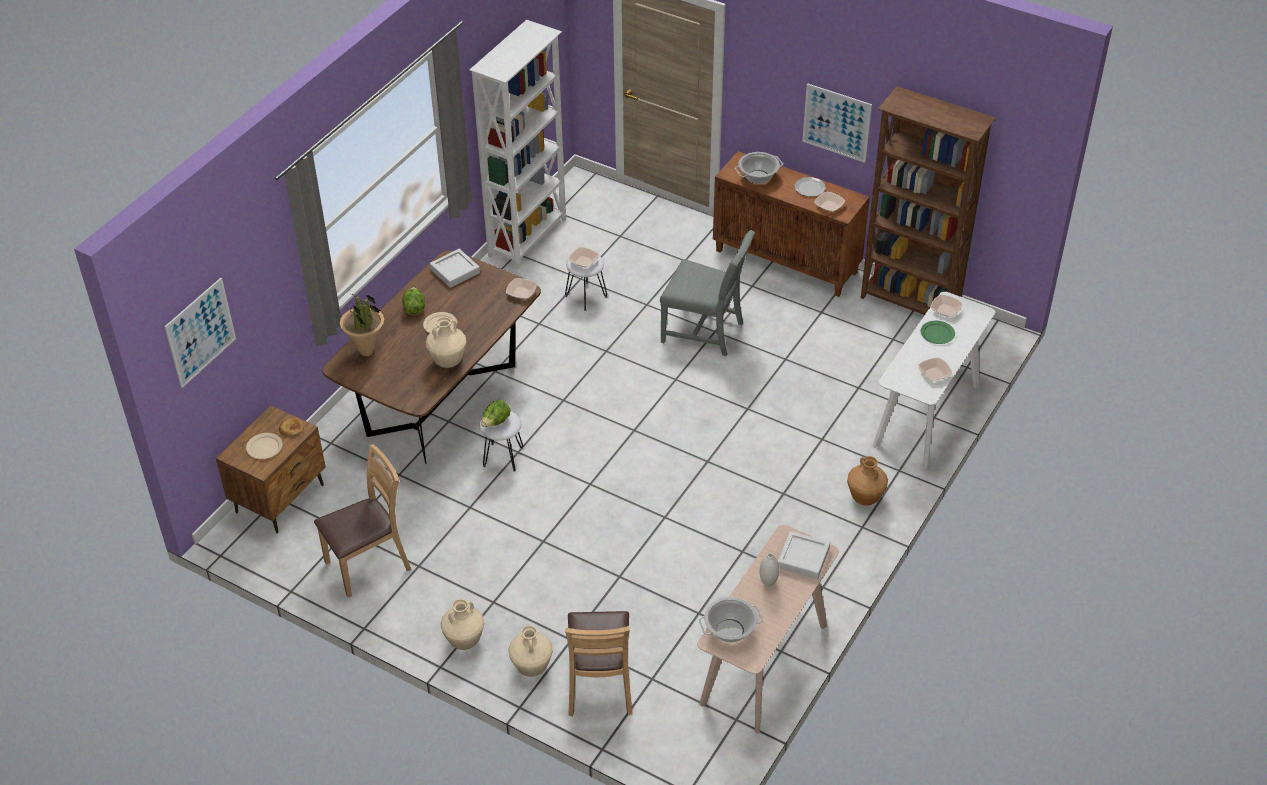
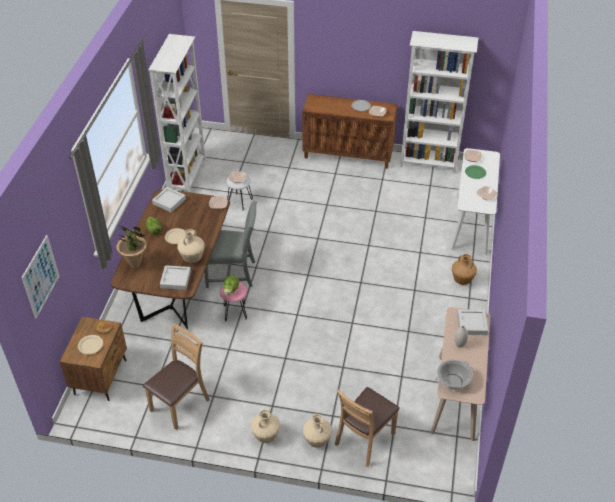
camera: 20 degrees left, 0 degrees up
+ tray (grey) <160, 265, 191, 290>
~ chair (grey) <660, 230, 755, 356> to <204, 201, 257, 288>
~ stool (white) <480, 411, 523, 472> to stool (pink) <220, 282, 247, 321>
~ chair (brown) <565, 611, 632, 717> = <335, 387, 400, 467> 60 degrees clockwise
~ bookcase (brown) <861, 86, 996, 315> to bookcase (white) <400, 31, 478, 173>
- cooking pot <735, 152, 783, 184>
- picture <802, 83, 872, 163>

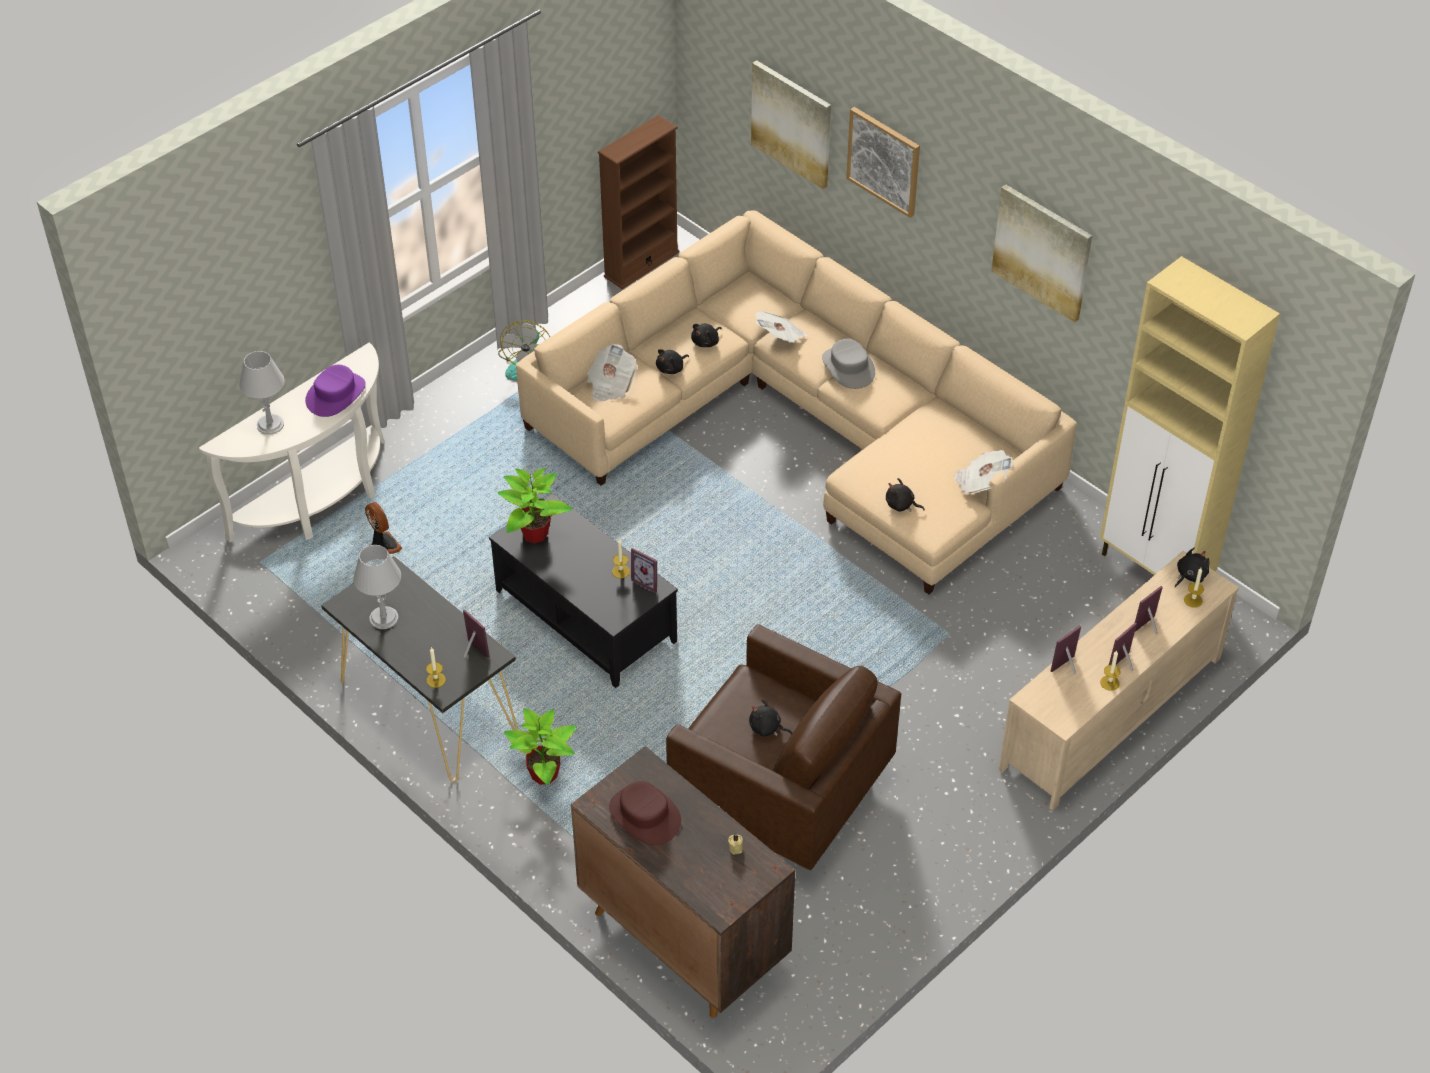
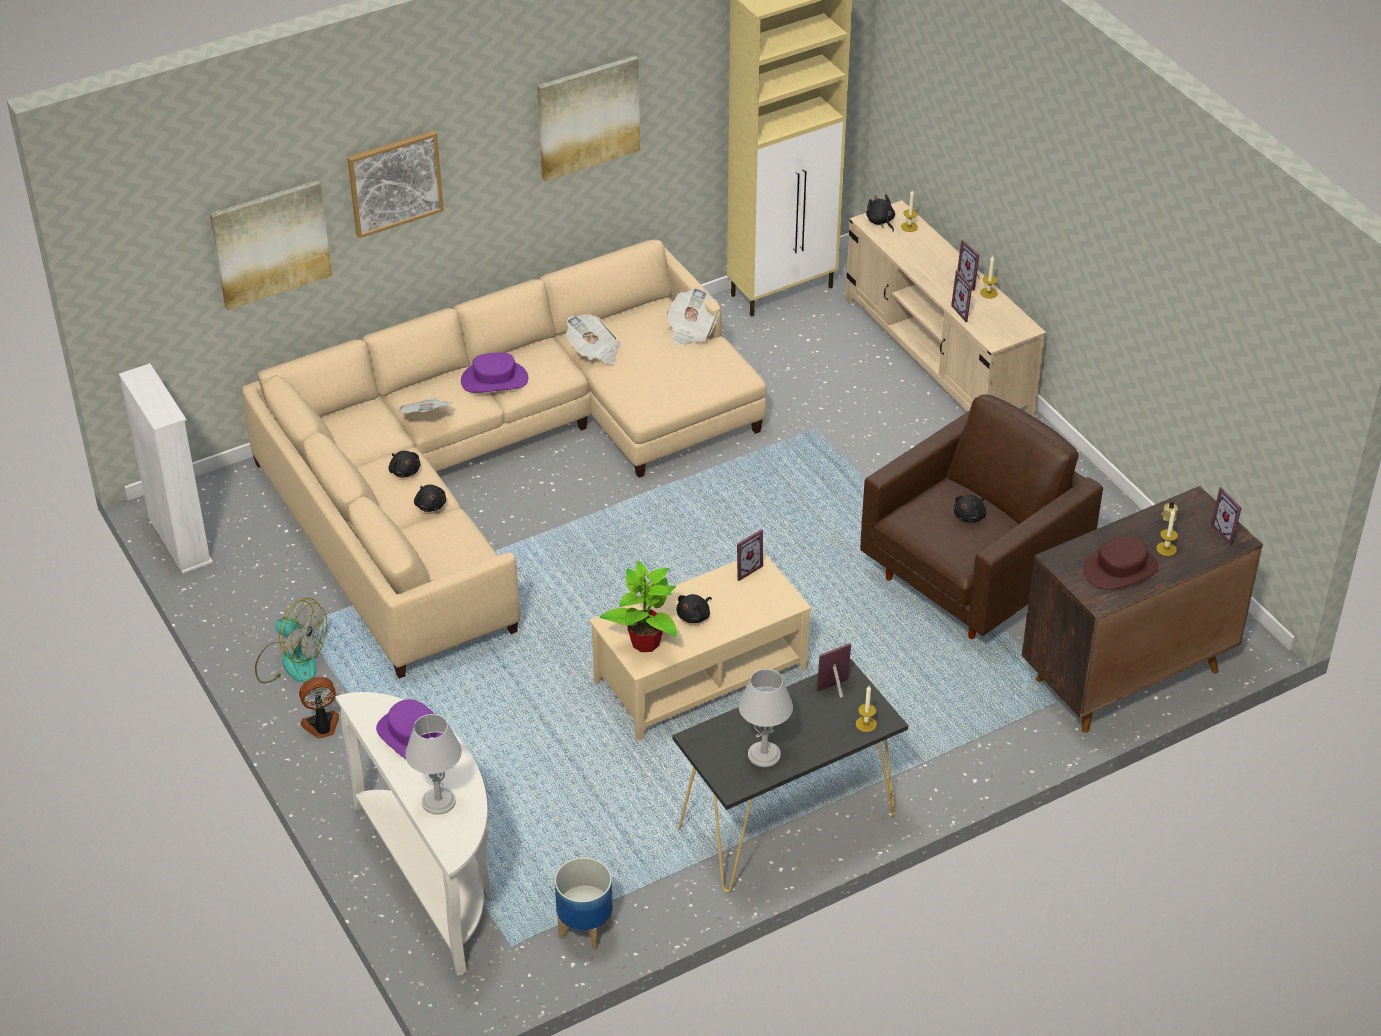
camera: 75 degrees left, 5 degrees down
~ bookcase (brown) <598, 115, 680, 289> to bookcase (white) <119, 363, 213, 574>
~ fan <365, 502, 402, 554> to <299, 677, 339, 739>
~ hat (grey) <822, 339, 875, 389> to hat (purple) <461, 352, 528, 393>
+ planter <555, 857, 613, 950>
~ newspaper <587, 344, 637, 402> to <566, 314, 620, 365>
~ coffee table (black) <489, 493, 678, 688> to coffee table (beige) <589, 552, 811, 741>
~ plush toy (black) <886, 478, 925, 512> to <676, 594, 712, 623>
~ candle <612, 539, 630, 578> to <1156, 509, 1178, 556>
~ picture frame <1135, 586, 1163, 635> to <1211, 487, 1242, 546>
- potted plant <504, 708, 577, 785>

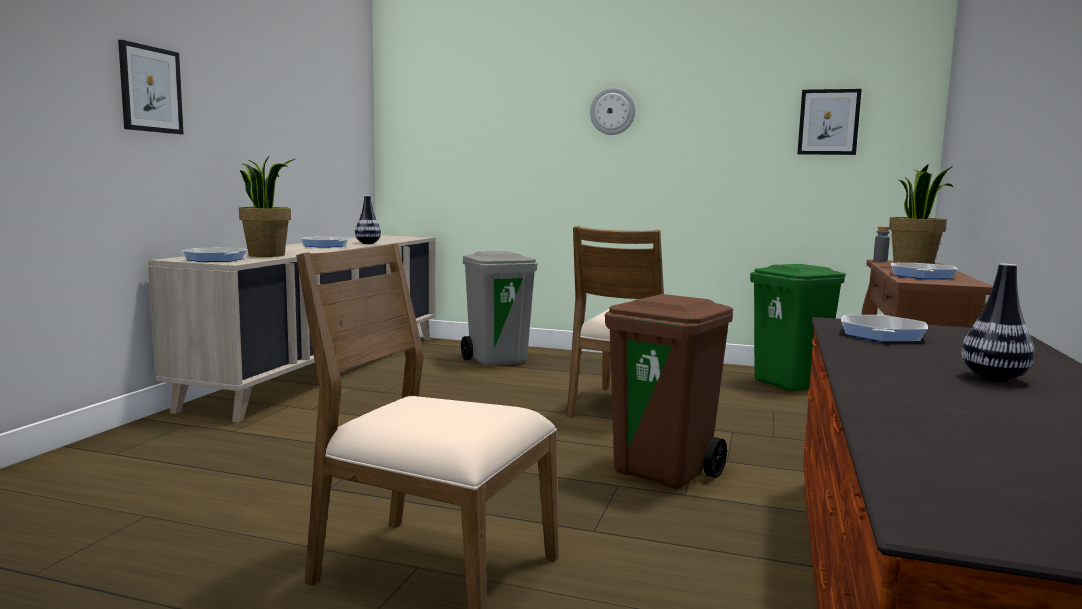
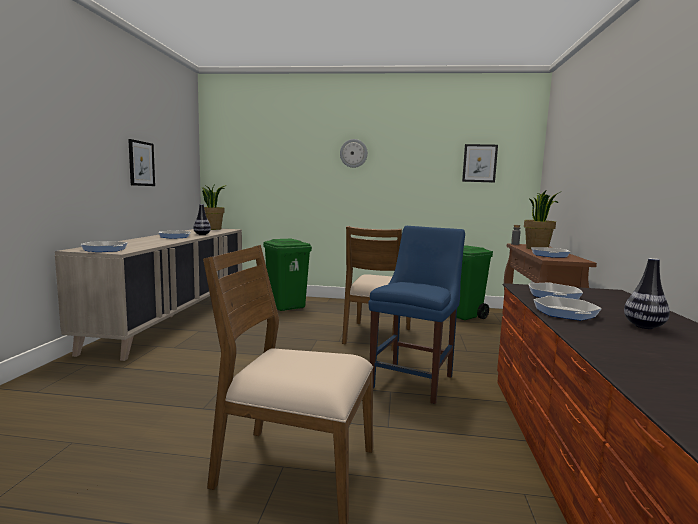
camera: 10 degrees left, 0 degrees up
~ picture <118, 40, 184, 134> to <128, 139, 155, 186>
~ potted plant <239, 156, 295, 257> to <201, 184, 227, 230>
~ trash can (grey) <461, 251, 537, 366> to trash can (green) <263, 239, 312, 311>
~ trash can (brown) <605, 294, 733, 489> to chair (blue) <368, 226, 465, 404>
+ frying pan <533, 296, 602, 321>

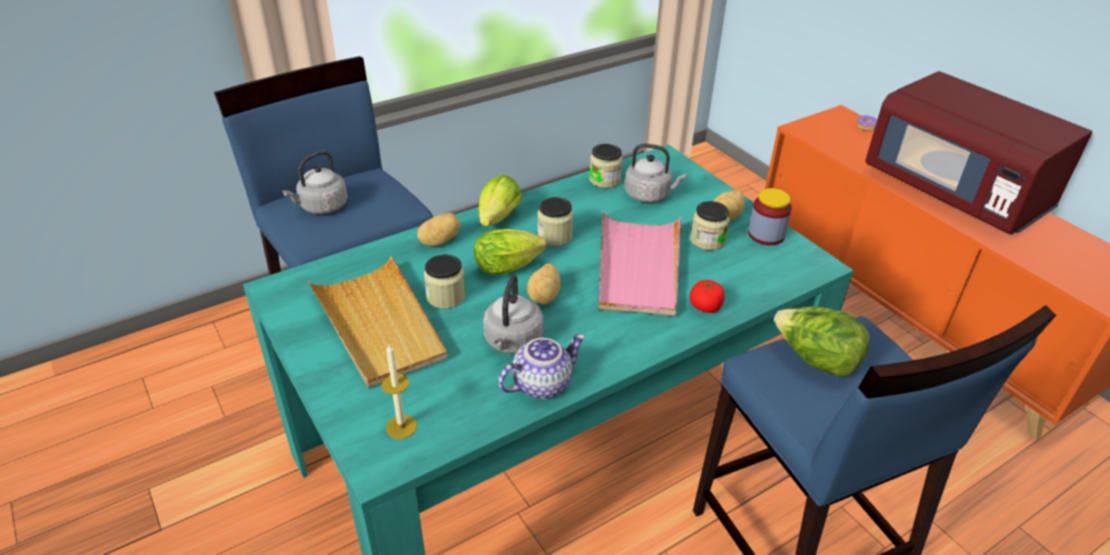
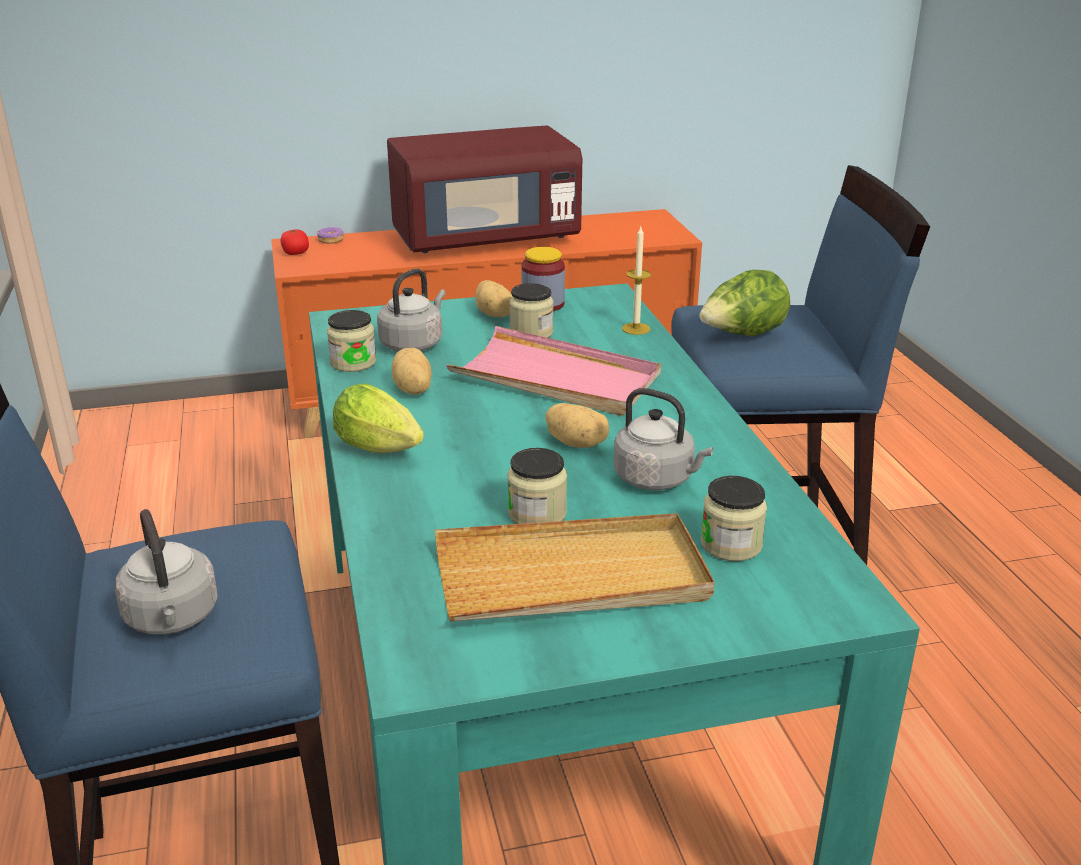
camera: 70 degrees left, 10 degrees down
~ tomato <690, 279, 724, 313> to <280, 229, 309, 255>
~ potato <417, 213, 460, 246> to <391, 348, 432, 395>
~ candle <381, 344, 417, 439> to <622, 227, 651, 335>
~ jar <537, 197, 573, 246> to <701, 476, 767, 561>
- lettuce <474, 229, 546, 275>
- teapot <498, 334, 585, 399>

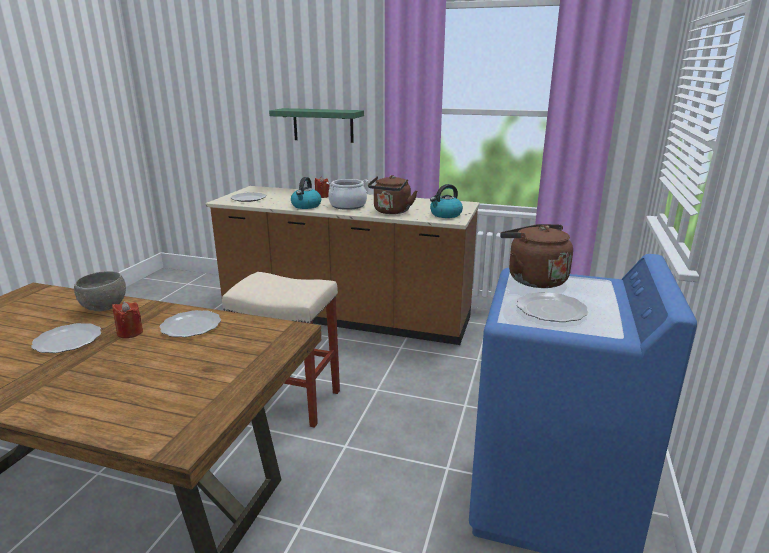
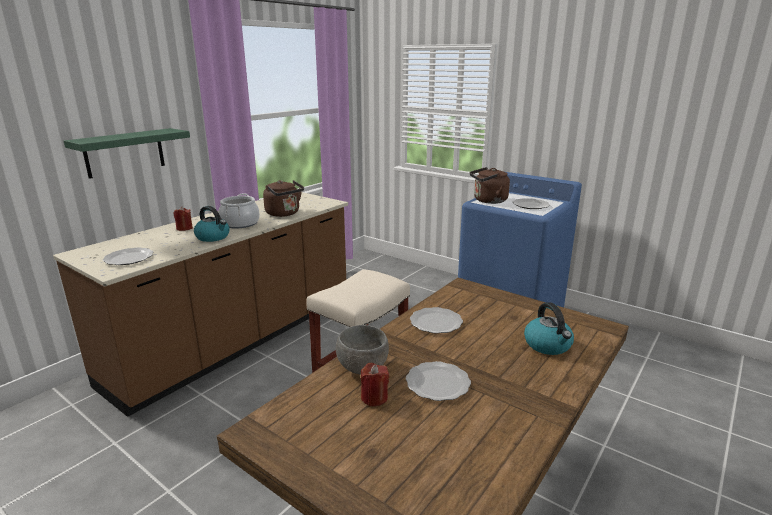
camera: 70 degrees left, 0 degrees up
~ candle (red) <112, 301, 143, 338> to <361, 363, 389, 406>
~ kettle <430, 184, 463, 218> to <524, 302, 574, 355>

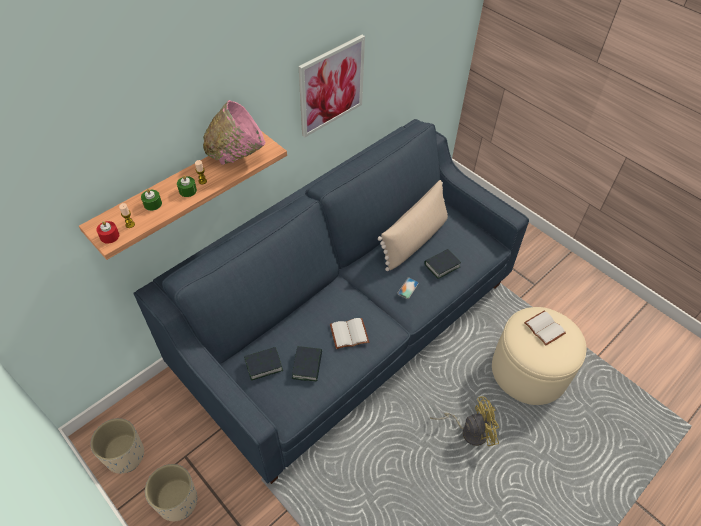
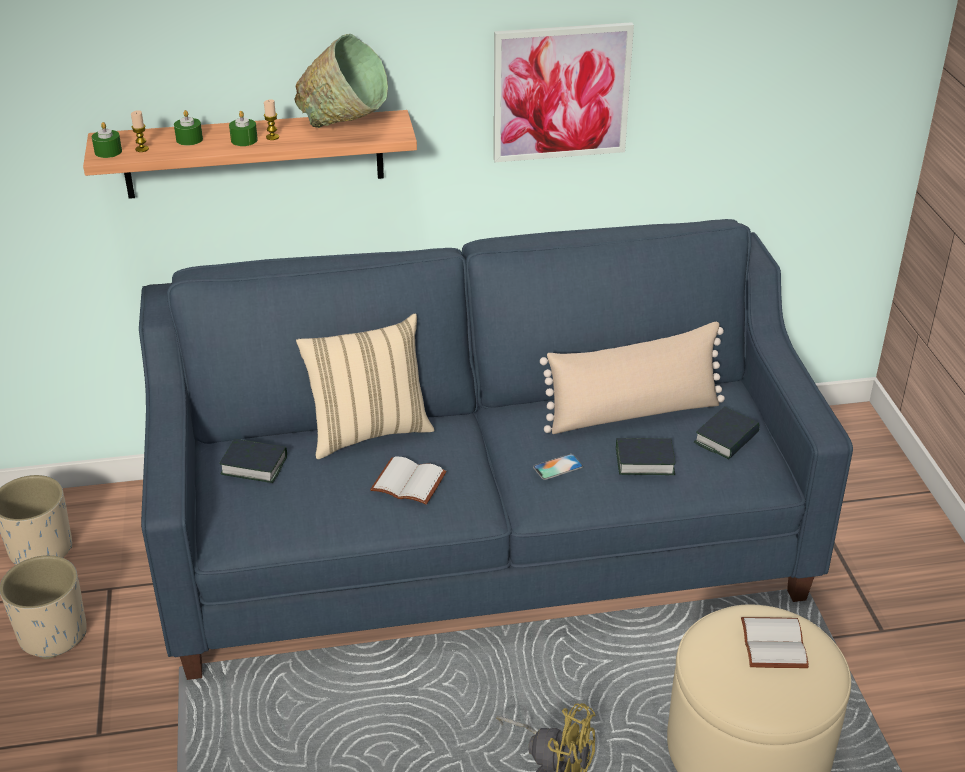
camera: 35 degrees right, 15 degrees down
~ candle (red) <96, 221, 119, 244> to candle (green) <92, 122, 122, 158>
~ bowl (pink) <203, 100, 265, 165> to bowl (green) <295, 34, 388, 128>
+ pillow (beige) <296, 314, 434, 459>
~ book <292, 346, 322, 382> to <694, 407, 760, 460>

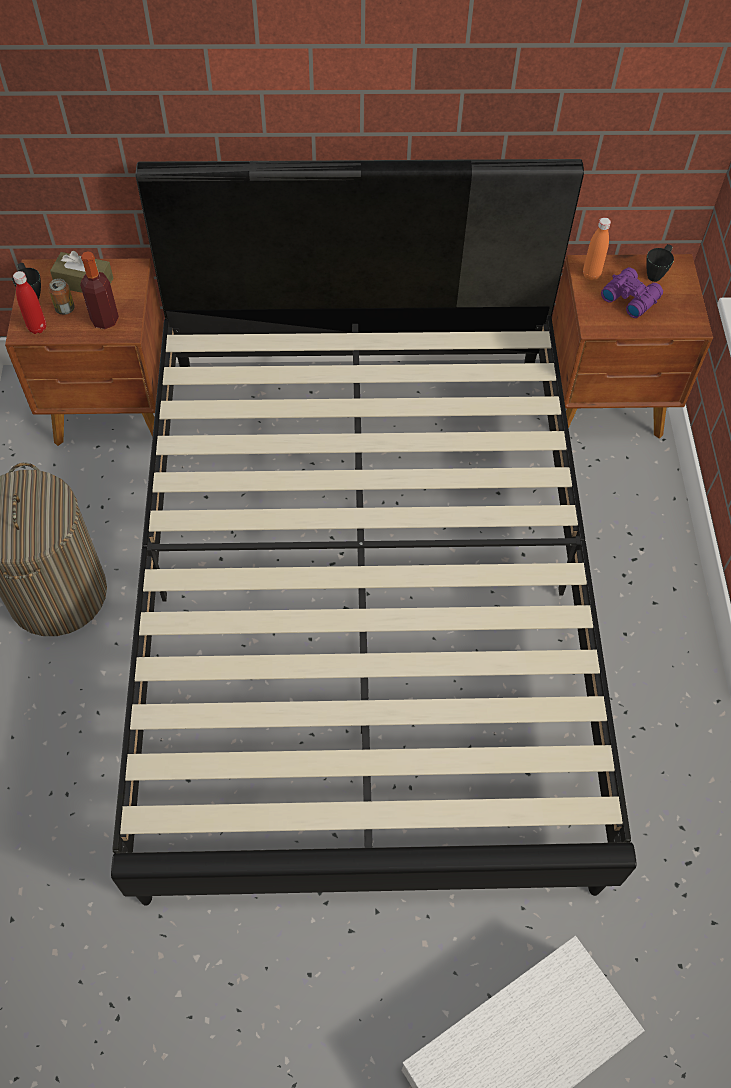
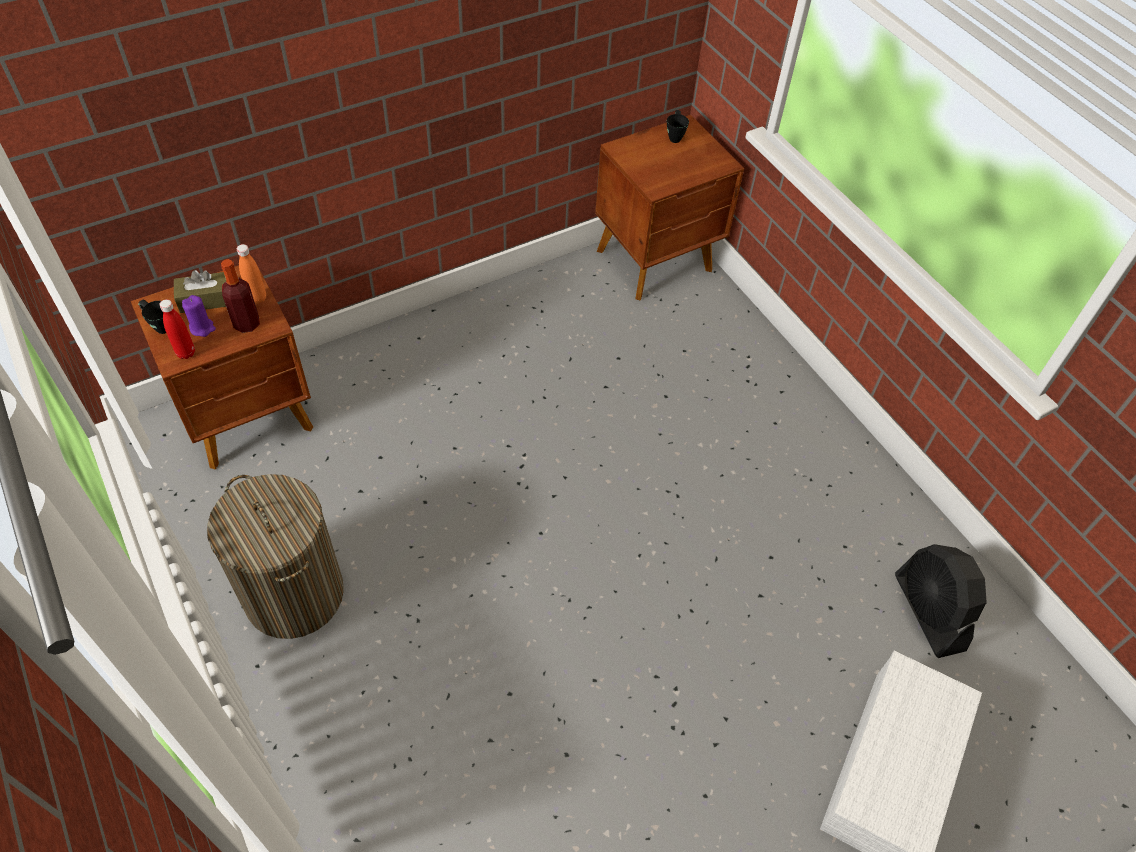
camera: 30 degrees left, 5 degrees down
~ can <49, 278, 75, 315> to candle (purple) <182, 295, 216, 337>
~ bottle (orange) <583, 217, 611, 280> to <237, 244, 266, 304>
+ fan (black) <895, 544, 987, 658>
- bed (black) <111, 159, 637, 906>
- binoculars (purple) <601, 267, 663, 318>

